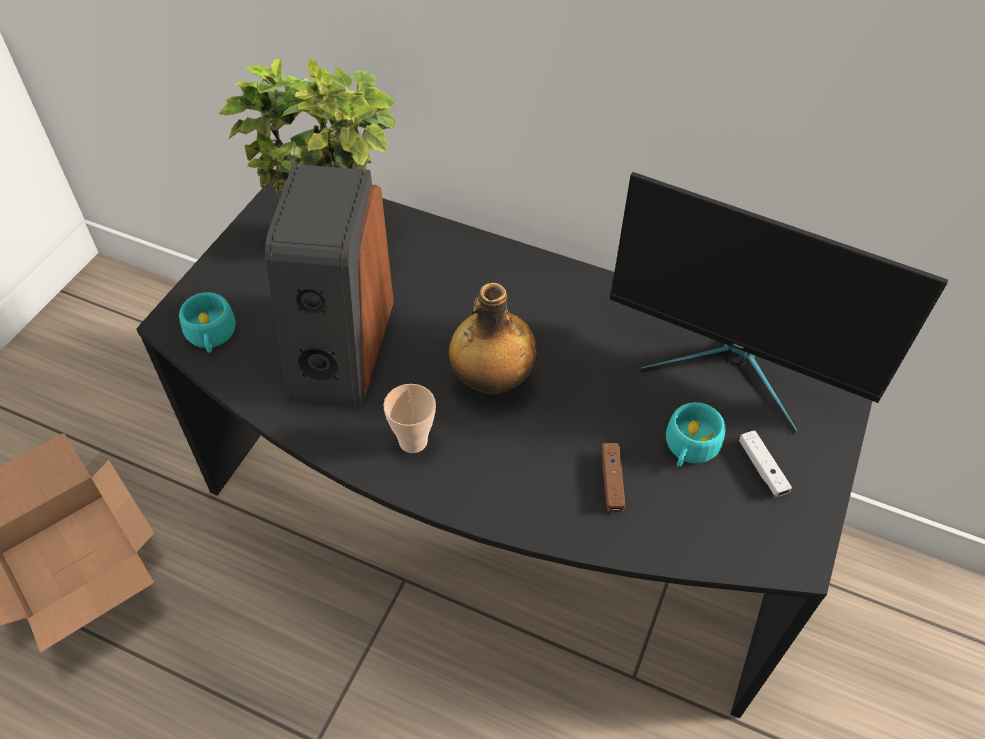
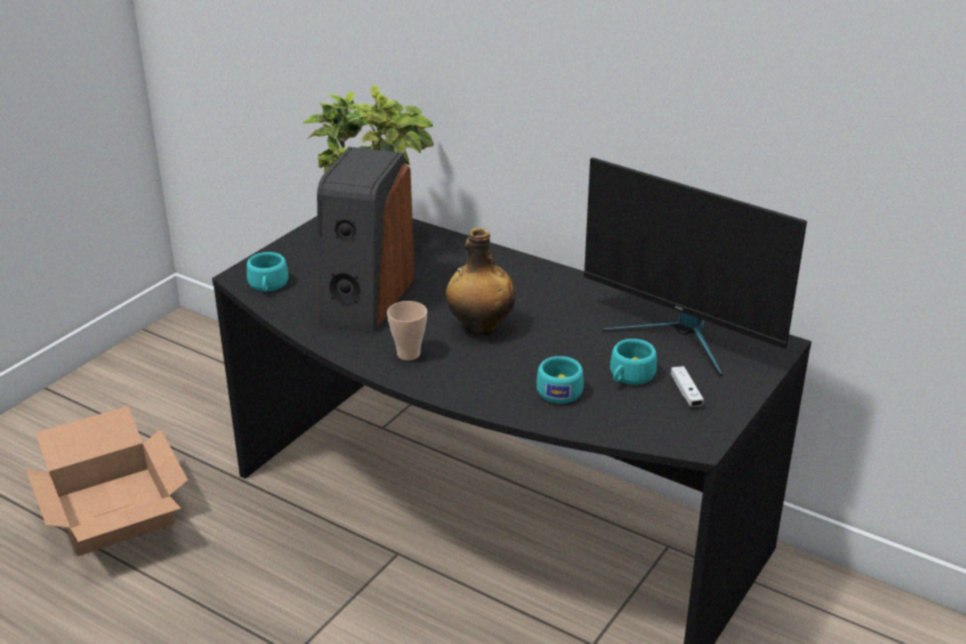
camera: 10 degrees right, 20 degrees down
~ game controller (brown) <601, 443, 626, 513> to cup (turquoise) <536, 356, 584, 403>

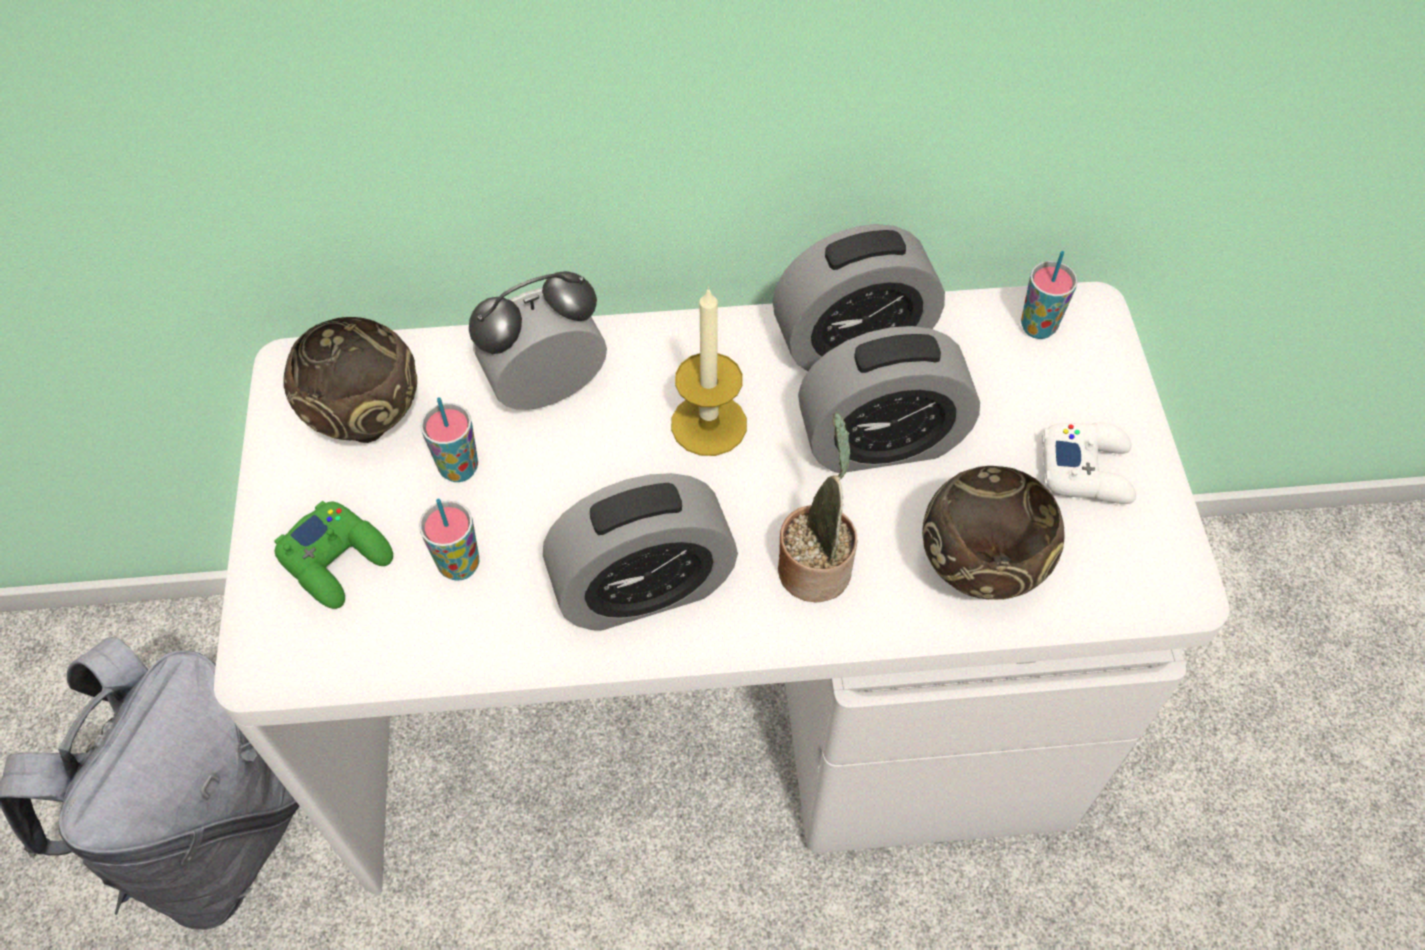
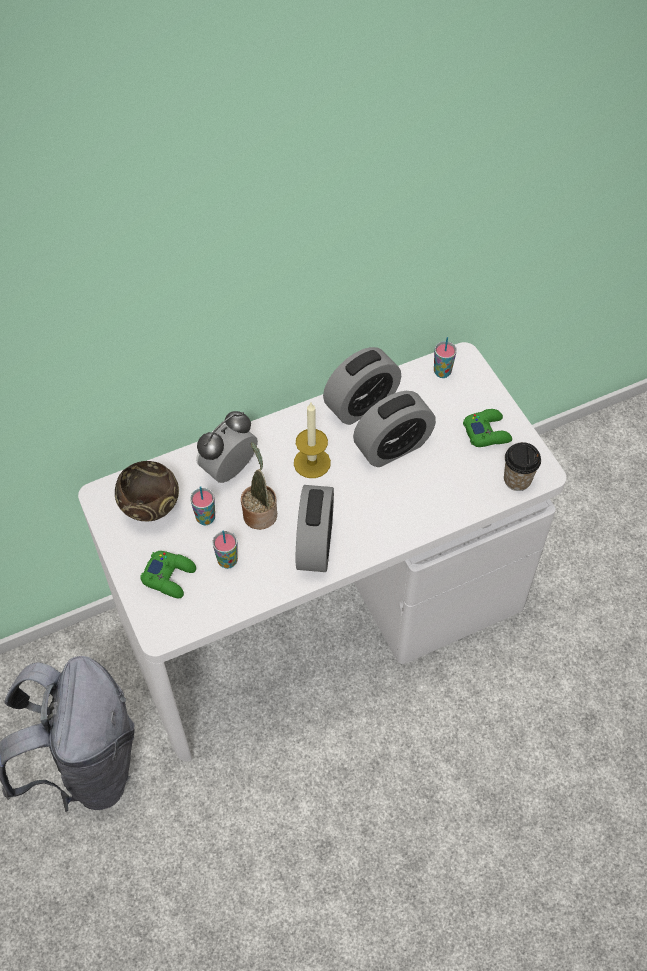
camera: 20 degrees left, 0 degrees up
~ potted plant <778, 413, 857, 602> to <241, 442, 277, 530>
~ alarm clock <543, 473, 738, 631> = <296, 485, 334, 572> 45 degrees counterclockwise
~ game controller (white) <1042, 422, 1136, 504> to game controller (green) <463, 409, 512, 447>
+ cup <504, 442, 541, 491>
- bowl (brown) <922, 466, 1065, 600>

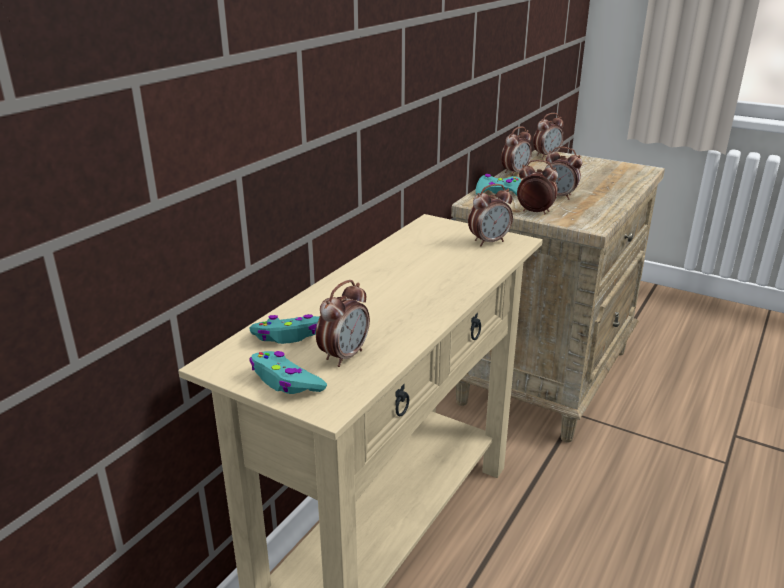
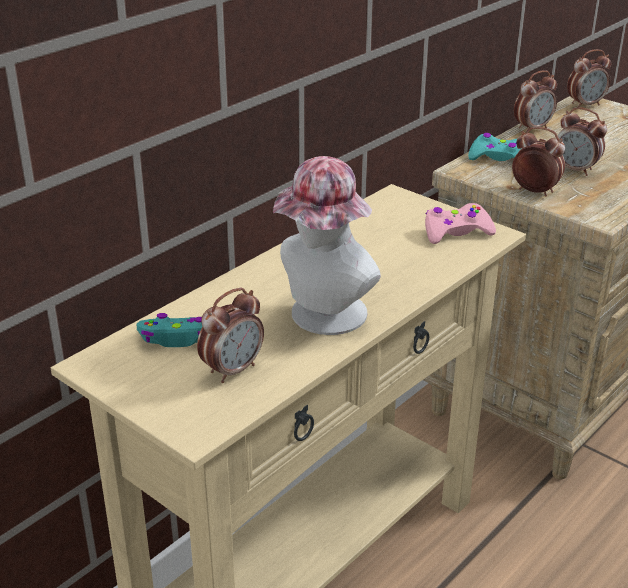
camera: 10 degrees right, 5 degrees up
+ hat <273, 156, 381, 335>
~ alarm clock <468, 184, 513, 246> to game controller (pink) <425, 203, 496, 244>
- game controller (turquoise) <249, 351, 327, 394>

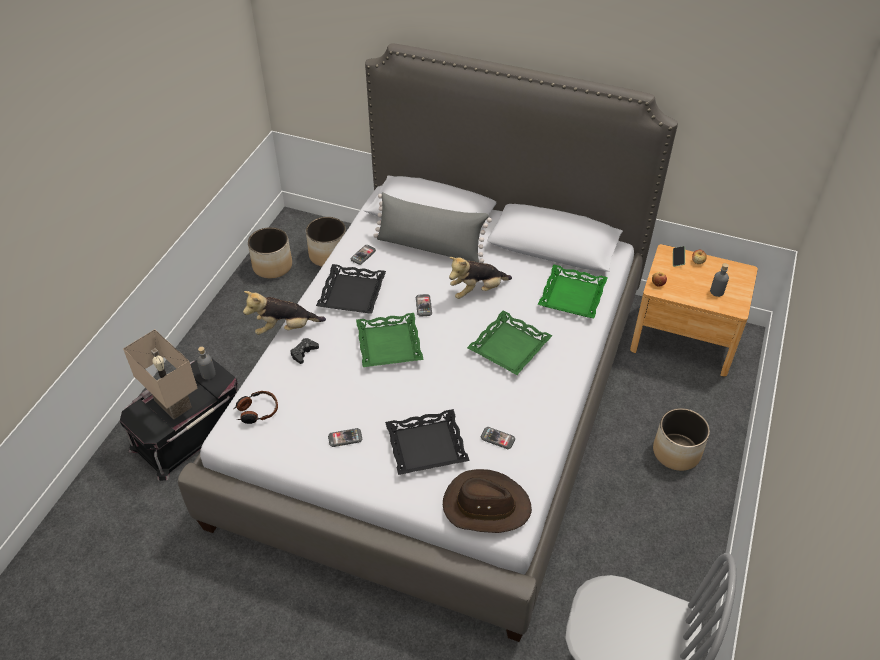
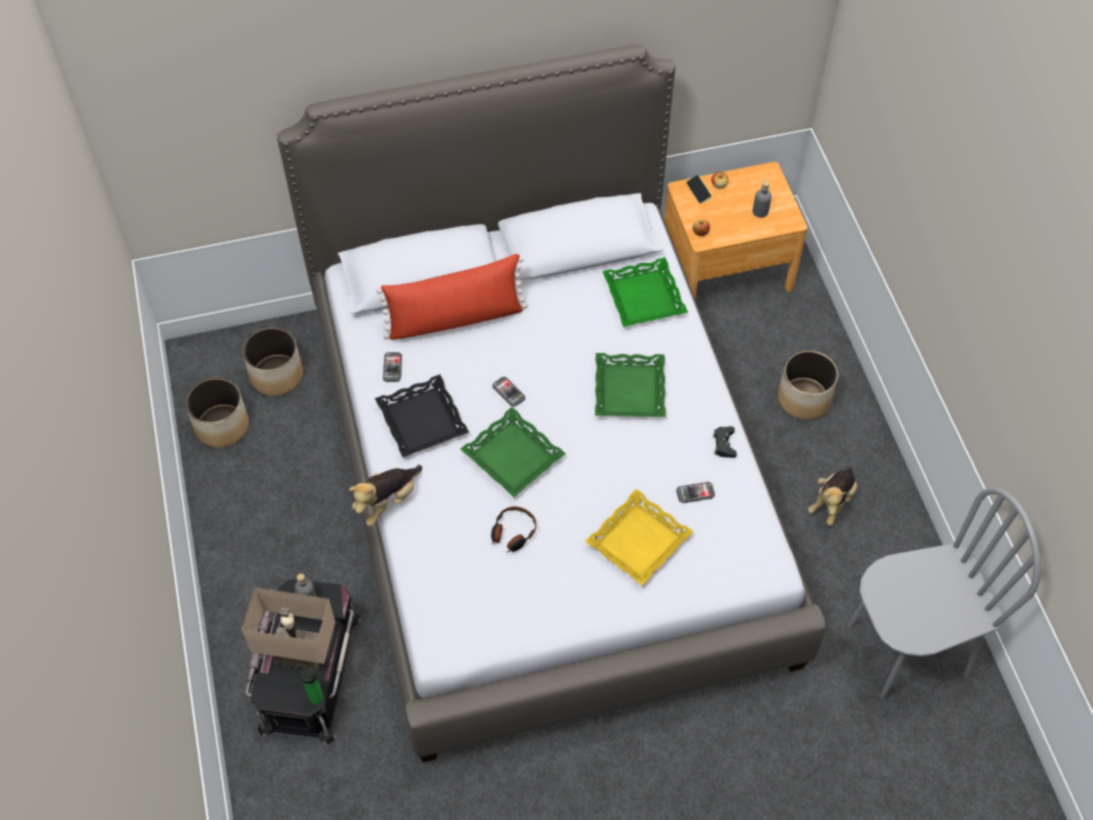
camera: 35 degrees left, 10 degrees up
+ bottle <294, 666, 323, 704>
~ pillow (grey) <373, 192, 492, 263> to pillow (red) <376, 254, 527, 340>
~ headphones <234, 391, 278, 424> to <491, 506, 536, 552>
~ tray (black) <385, 409, 470, 475> to tray (yellow) <585, 489, 694, 586>
~ game controller (black) <290, 338, 319, 364> to <713, 426, 737, 458>
~ plush toy <449, 257, 512, 299> to <808, 465, 857, 526>
- phone <328, 428, 362, 447>
- hat (brown) <443, 469, 532, 533>

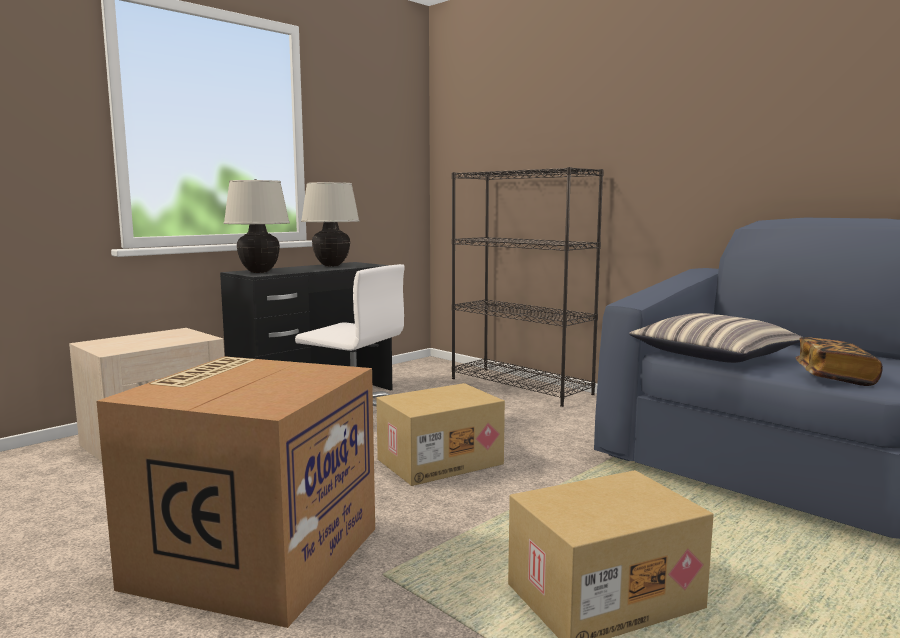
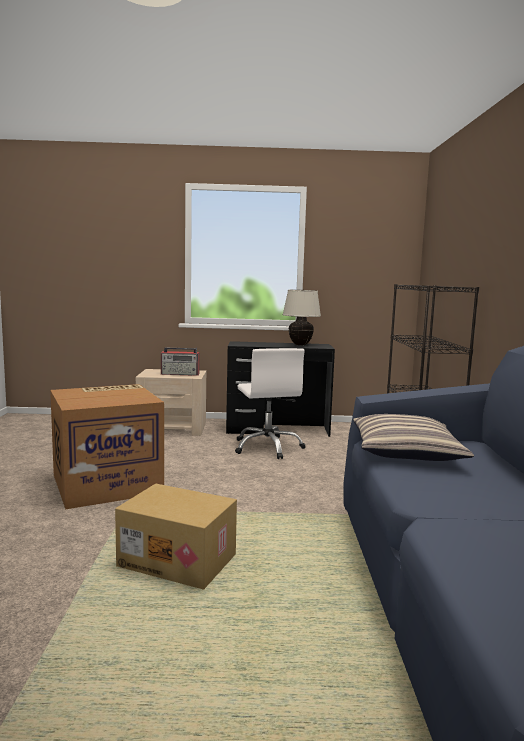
camera: 45 degrees right, 0 degrees up
+ radio <161, 348, 200, 376>
- table lamp (beige) <224, 179, 290, 273>
- cardboard box <376, 383, 505, 486>
- book <796, 337, 883, 386>

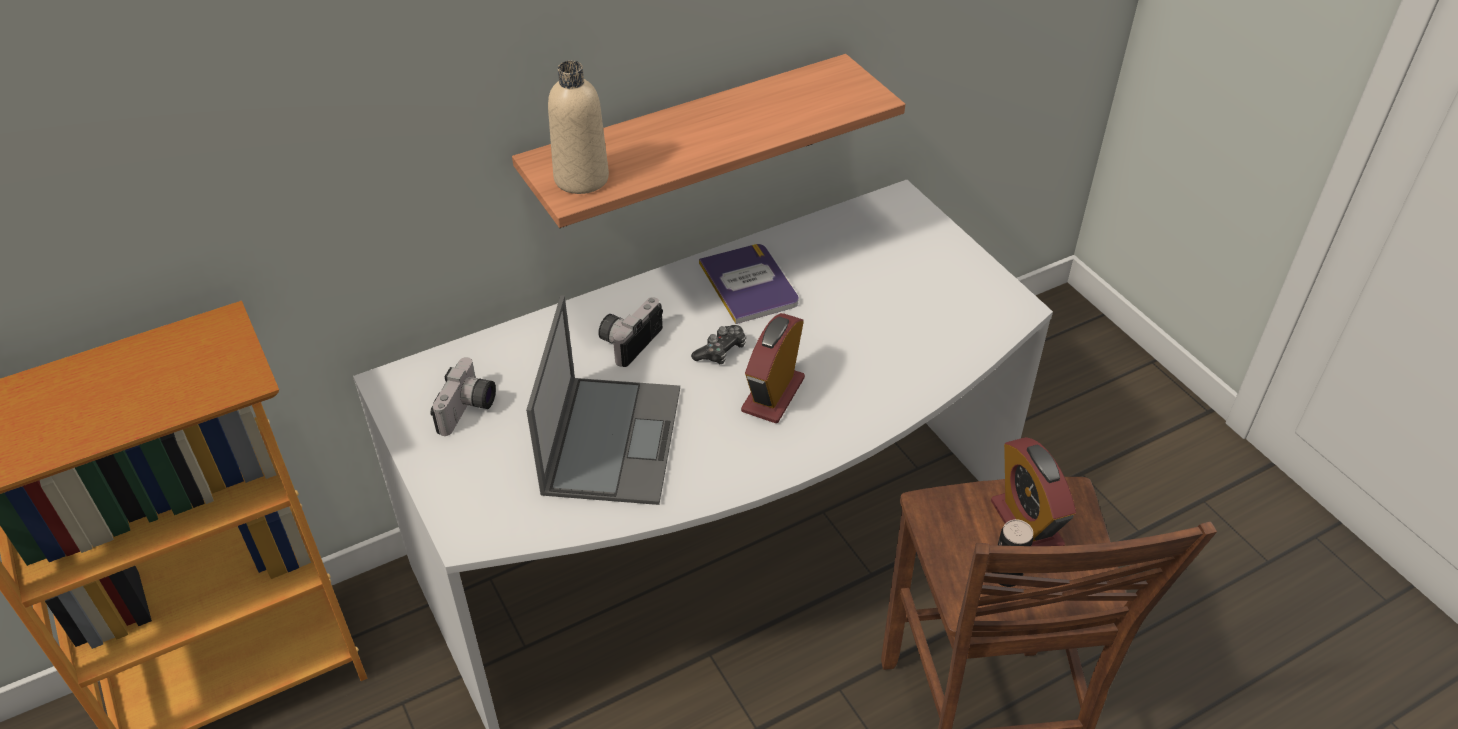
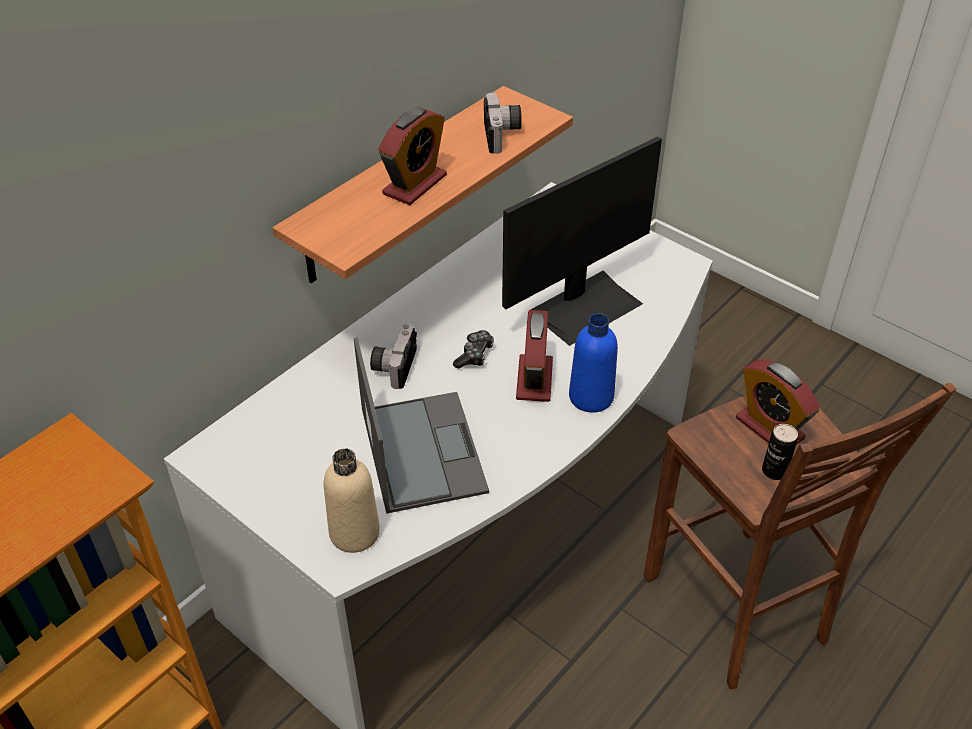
camera: 20 degrees left, 0 degrees up
~ bottle (beige) <548, 61, 609, 194> to <324, 448, 380, 553>
+ alarm clock <378, 107, 447, 205>
~ photo camera <430, 357, 496, 436> to <484, 93, 522, 154>
+ monitor <502, 136, 662, 346>
+ bottle (blue) <569, 313, 618, 413>
- book <699, 244, 799, 324>

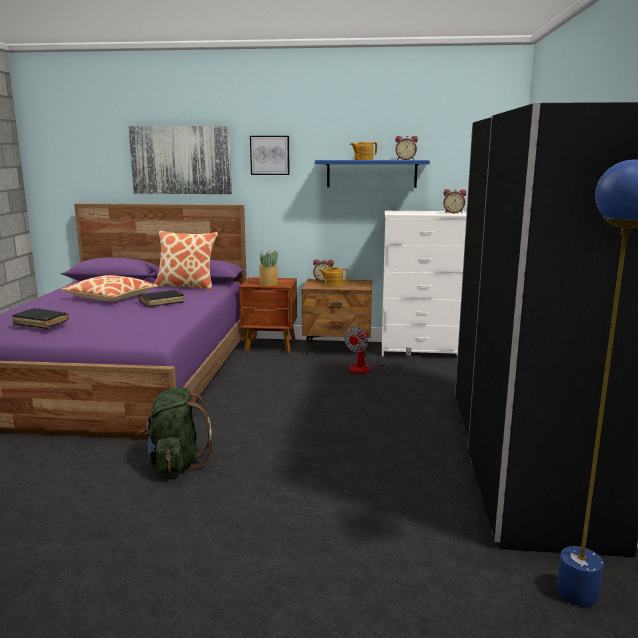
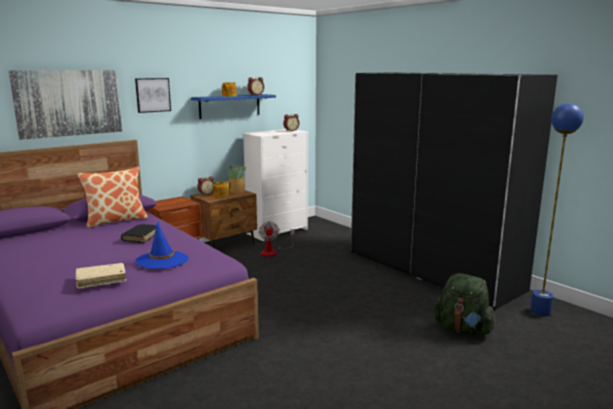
camera: 45 degrees left, 0 degrees up
~ book (black) <12, 308, 69, 329> to book (beige) <76, 263, 126, 289>
+ hat (blue) <136, 222, 188, 269>
~ potted plant <258, 250, 278, 286> to <227, 165, 246, 193>
~ backpack (green) <140, 387, 213, 474> to <433, 273, 496, 335>
- pillow <61, 275, 158, 301>

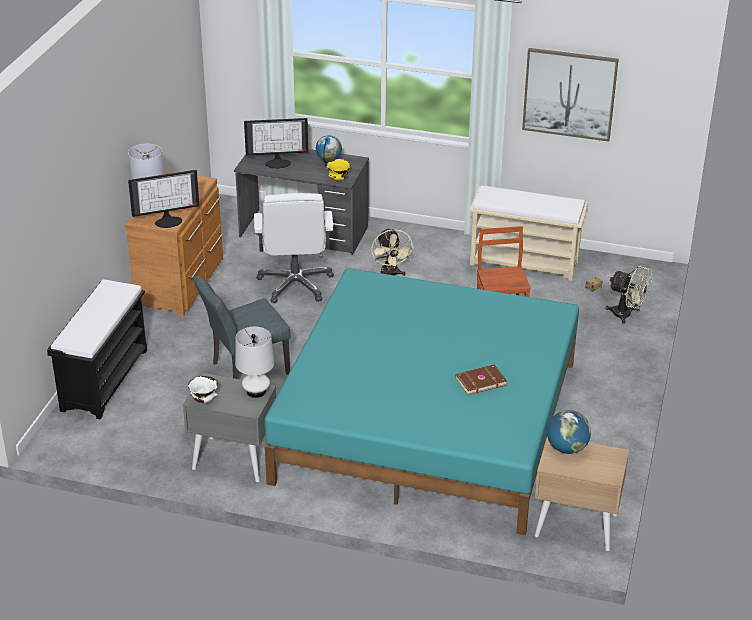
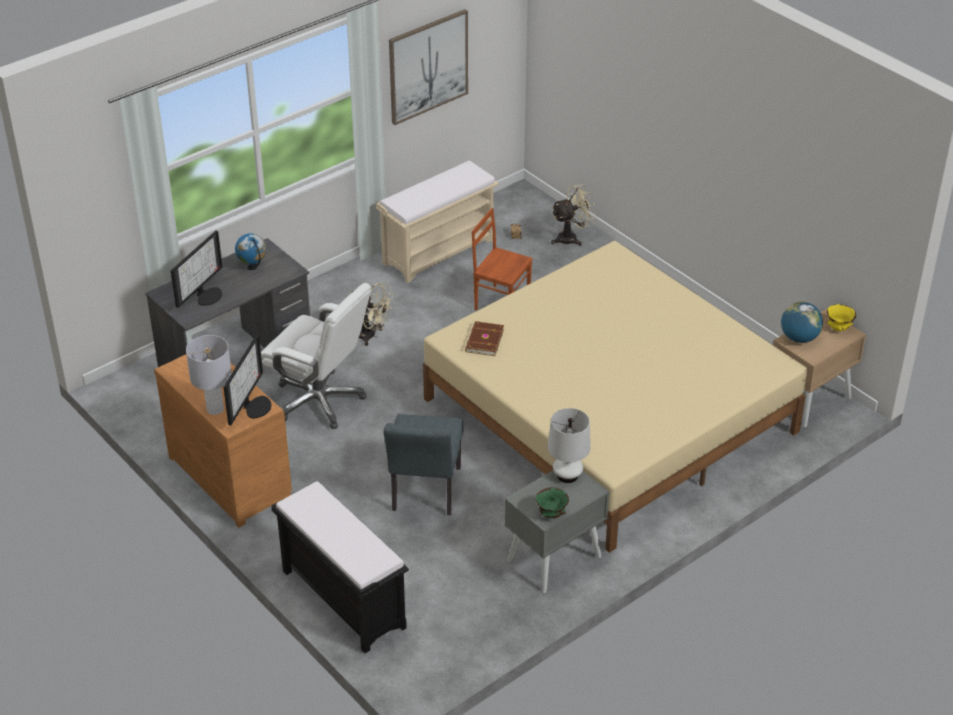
camera: 55 degrees left, 5 degrees up
~ bed (turquoise) <265, 268, 579, 535> to bed (beige) <423, 241, 807, 553>
~ book (brown) <455, 364, 507, 395> to <465, 321, 504, 356>
~ bowl (white) <188, 376, 218, 403> to bowl (green) <536, 487, 569, 518>
~ bowl (yellow) <326, 159, 350, 181> to <827, 304, 856, 331>

